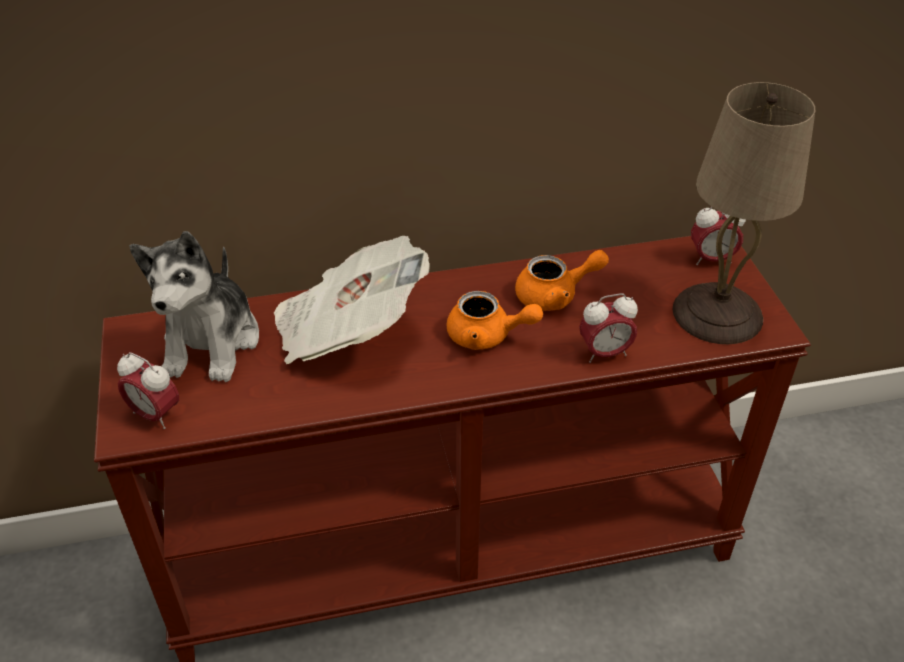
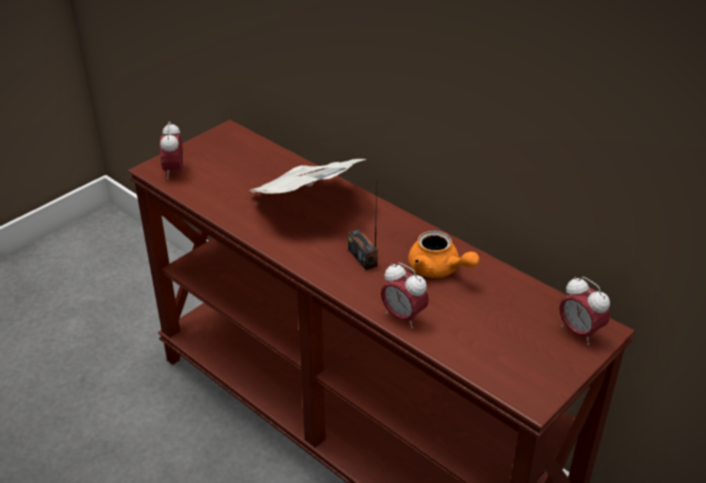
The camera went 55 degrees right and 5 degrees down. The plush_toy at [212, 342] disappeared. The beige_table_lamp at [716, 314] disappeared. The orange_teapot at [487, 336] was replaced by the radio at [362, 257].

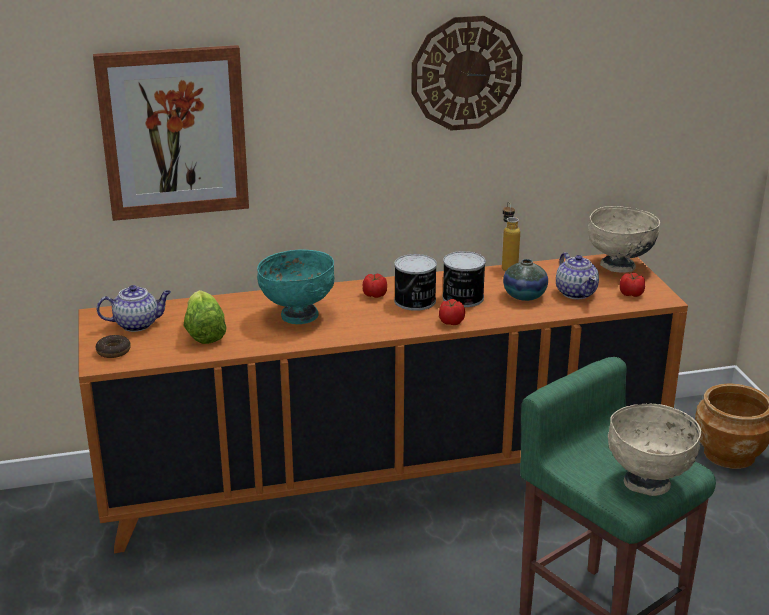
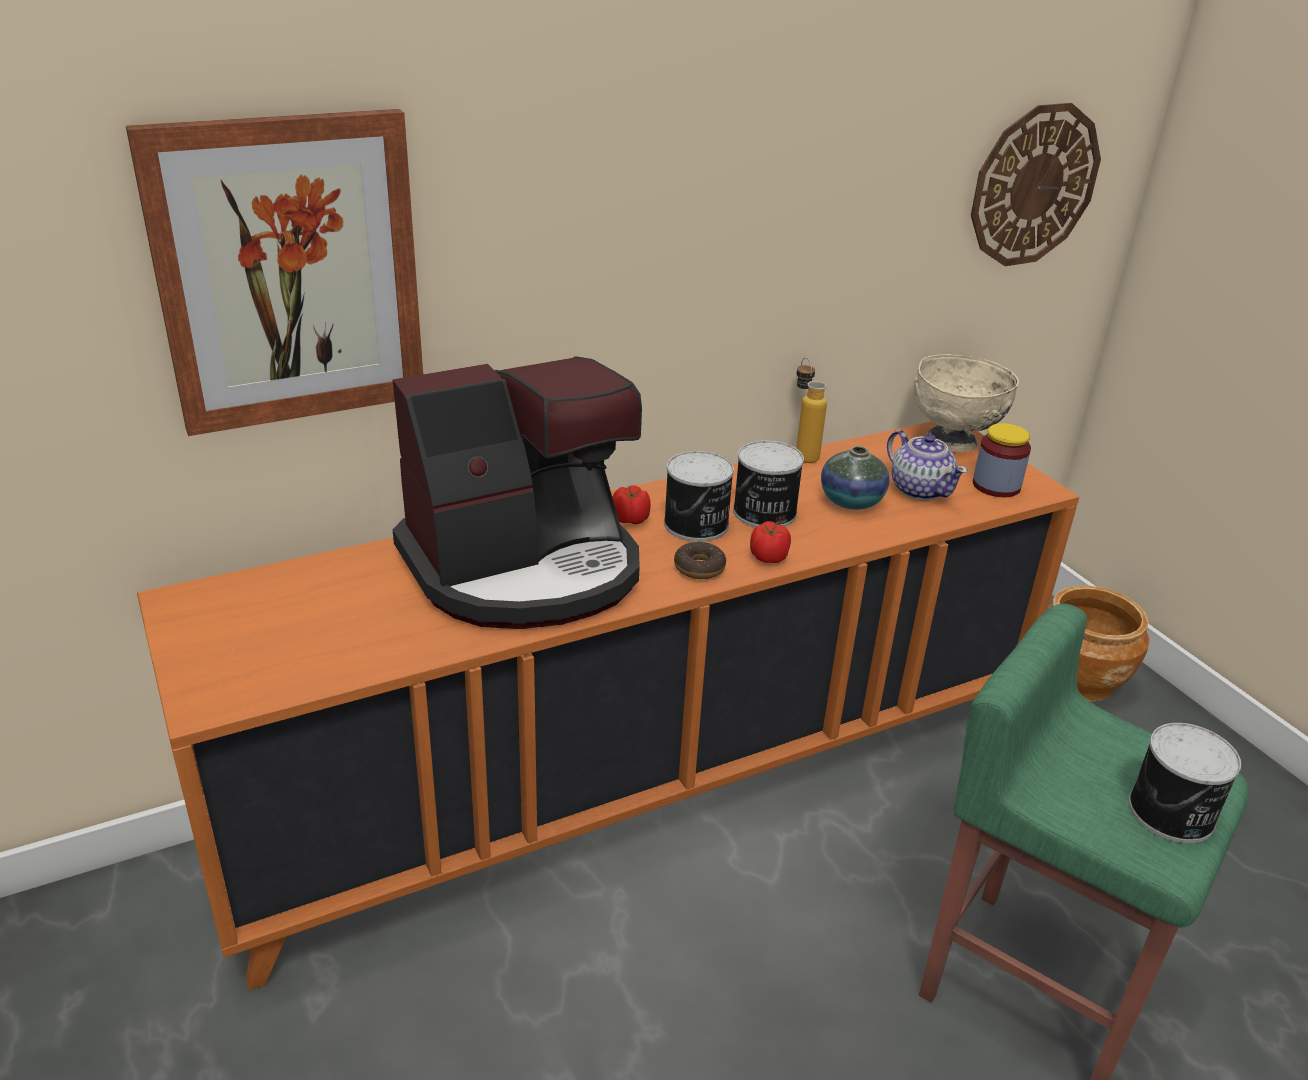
The camera went 15 degrees left and 5 degrees up. The teapot at [137, 324] disappeared. The lettuce at [204, 332] disappeared. The donut moved from [113, 351] to [699, 567]. The wall_clock moved from [466, 73] to [1034, 185]. The turquoise_bowl at [298, 315] was replaced by the coffee_machine at [525, 568]. The beige_bowl at [648, 484] was replaced by the can at [1172, 814]. The tomato at [631, 294] was replaced by the jar at [996, 486].

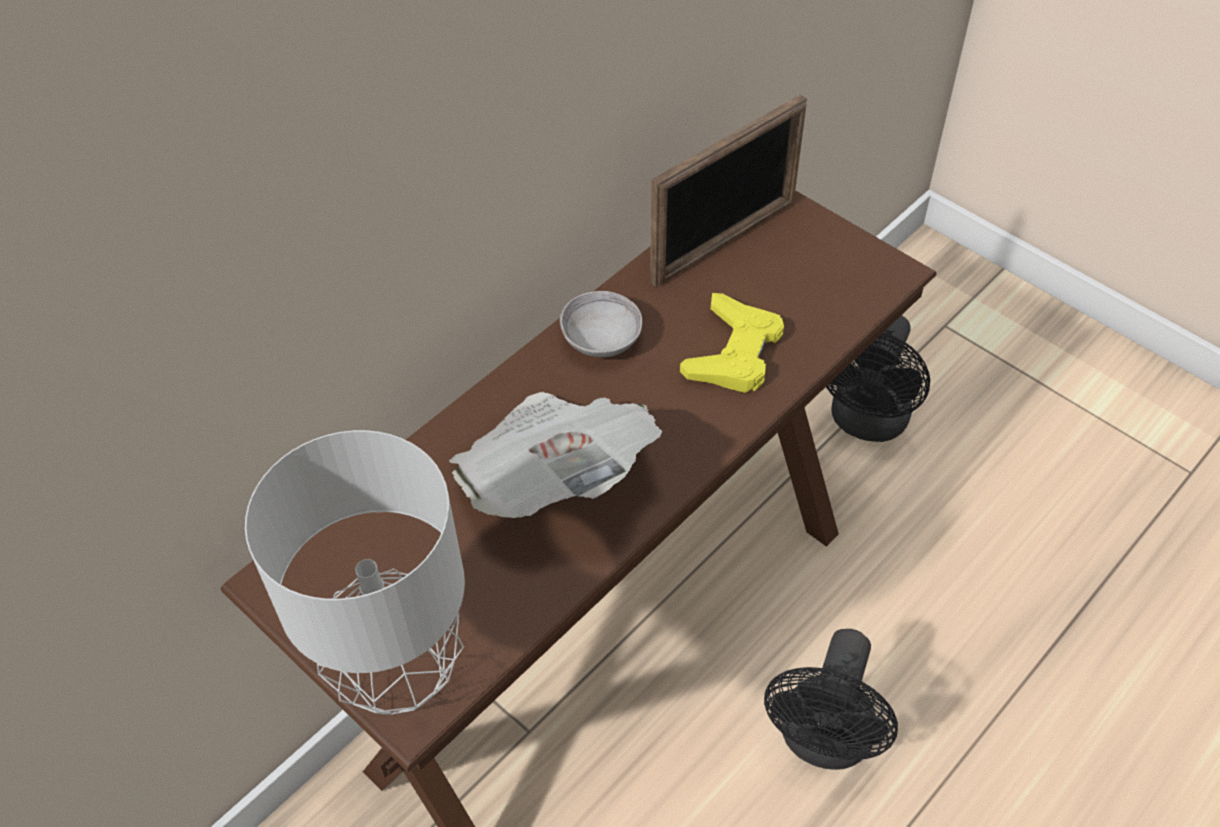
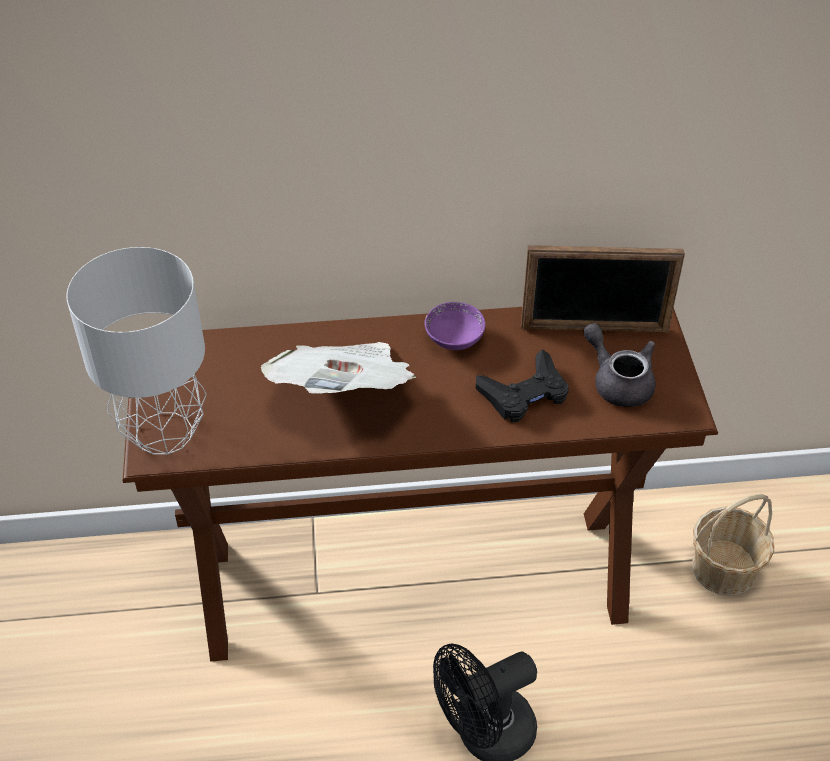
The camera went 40 degrees right and 5 degrees down. The grey_teapot at [618, 381] appeared. The black_fan at [866, 423] was replaced by the basket at [724, 569]. The grey_bowl at [601, 340] became the purple_bowl at [454, 338]. The yellow_game_controller at [734, 352] became the black_game_controller at [524, 394].

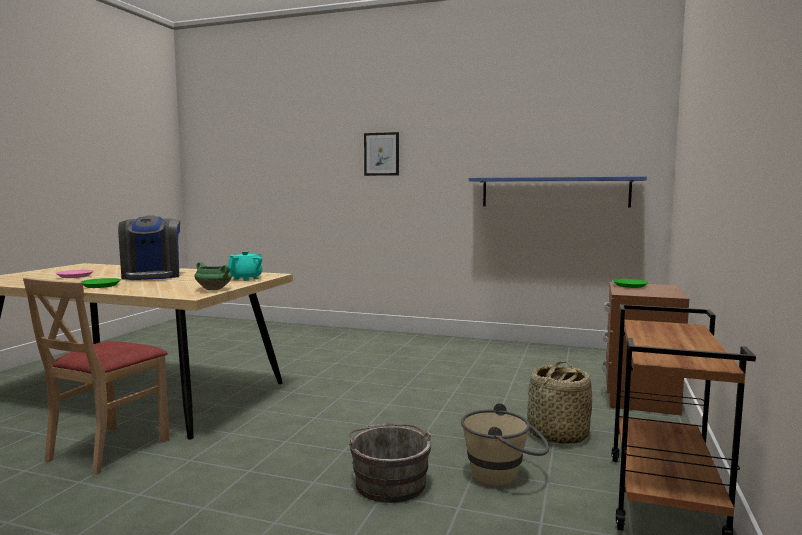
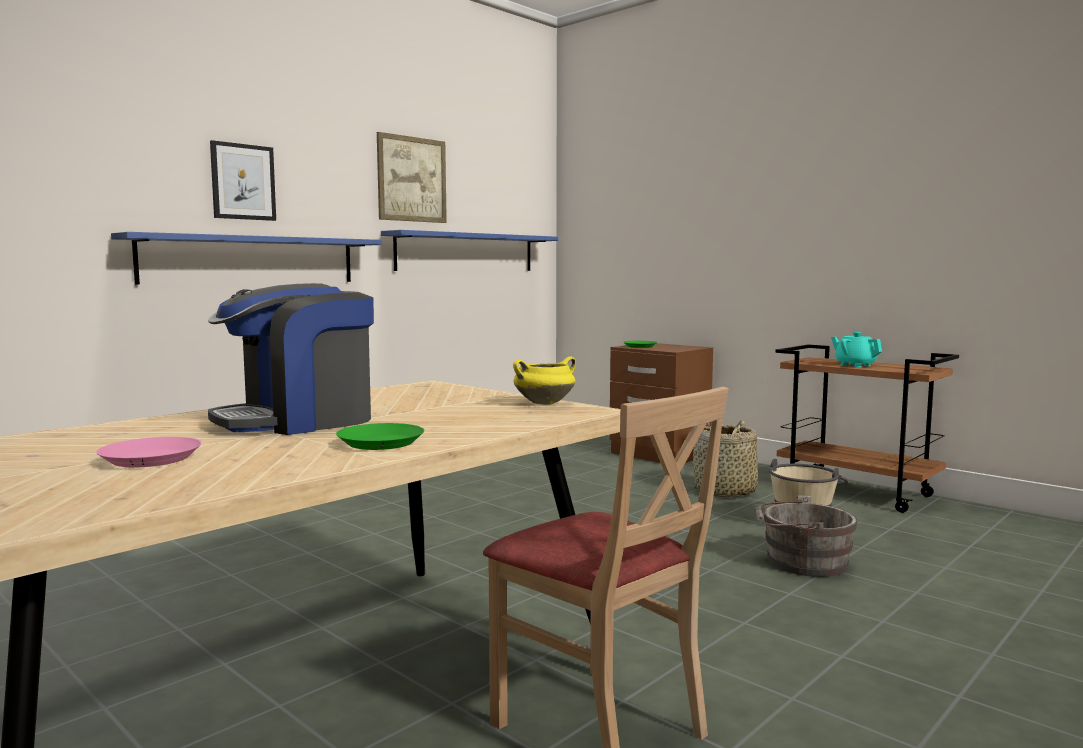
The camera went 65 degrees left and 0 degrees up. The blue_shelf at [252, 260] appeared. The picture at [412, 179] appeared. The turquoise_teapot moved from [246, 278] to [855, 365]. The green_cooking_pot at [214, 289] became the yellow_cooking_pot at [544, 403]. The coffee_machine at [152, 276] turned 135 degrees clockwise.

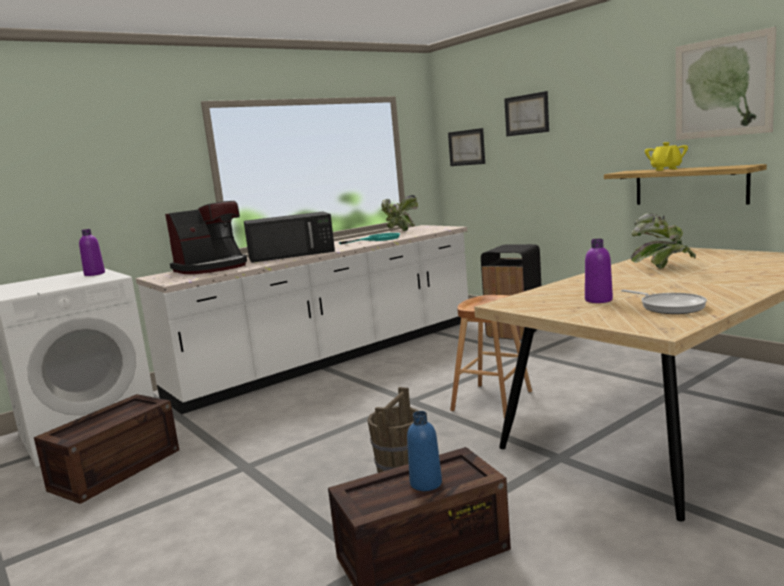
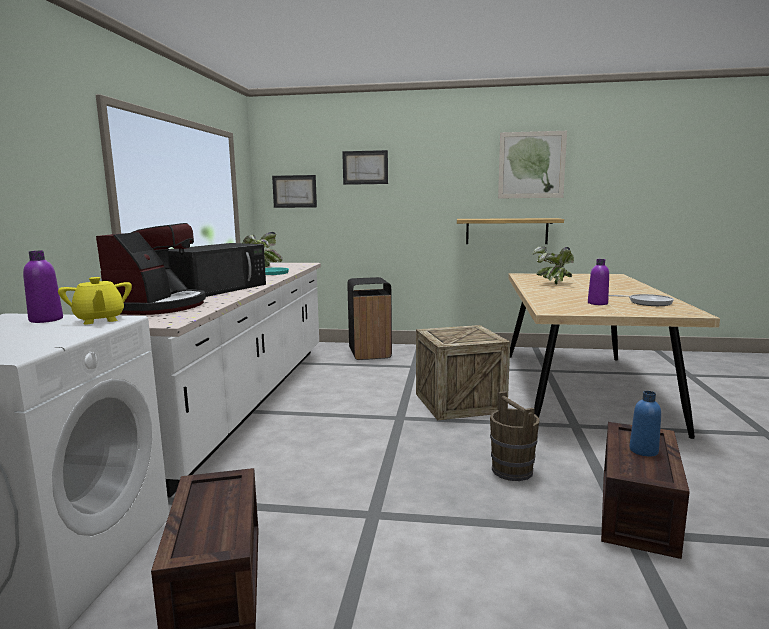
The camera went 45 degrees left and 0 degrees up. The yellow_teapot moved from [666, 169] to [99, 320]. The brown_stool at [492, 401] was replaced by the crate at [459, 403].

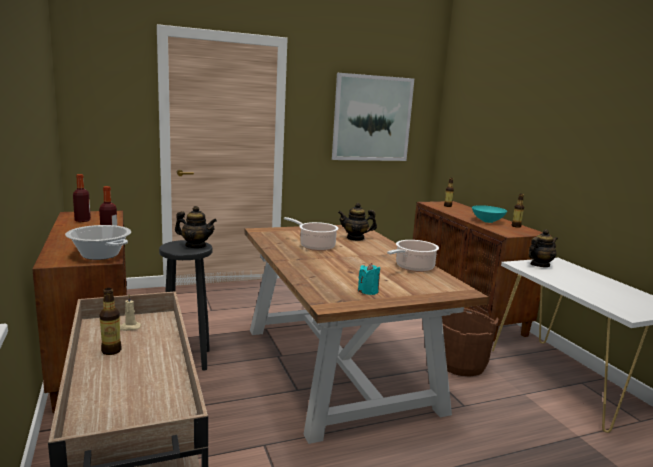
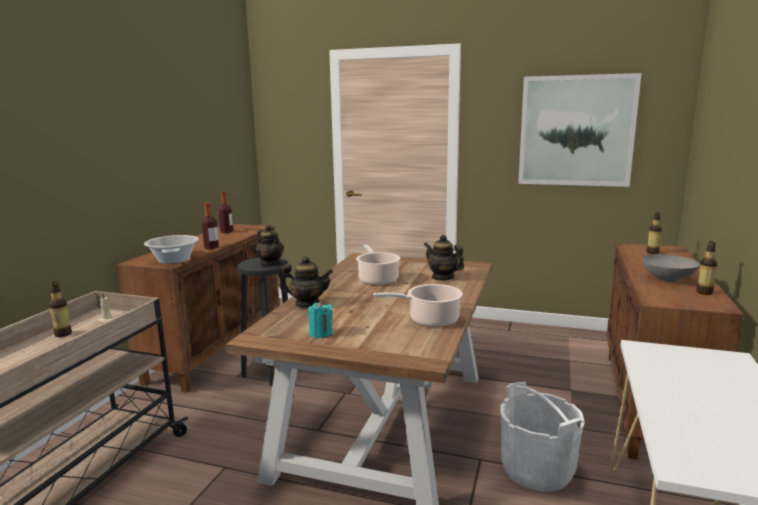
The camera went 40 degrees right and 0 degrees up. The teapot moved from [539, 265] to [307, 304]. The brown_bucket at [460, 364] became the white_bucket at [537, 469]. The turquoise_bowl at [487, 221] became the grey_bowl at [666, 279].

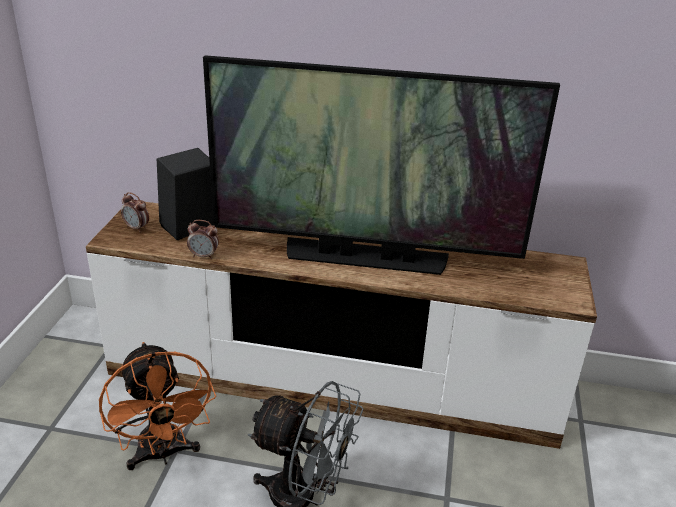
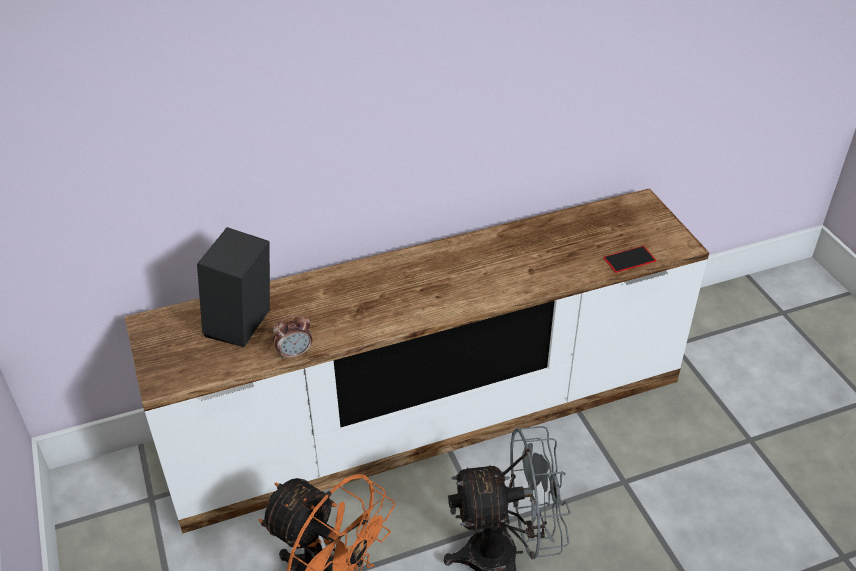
The camera went 30 degrees left and 10 degrees up. The alarm_clock at [137, 228] disappeared. The television at [365, 257] disappeared. The phone at [629, 259] appeared.

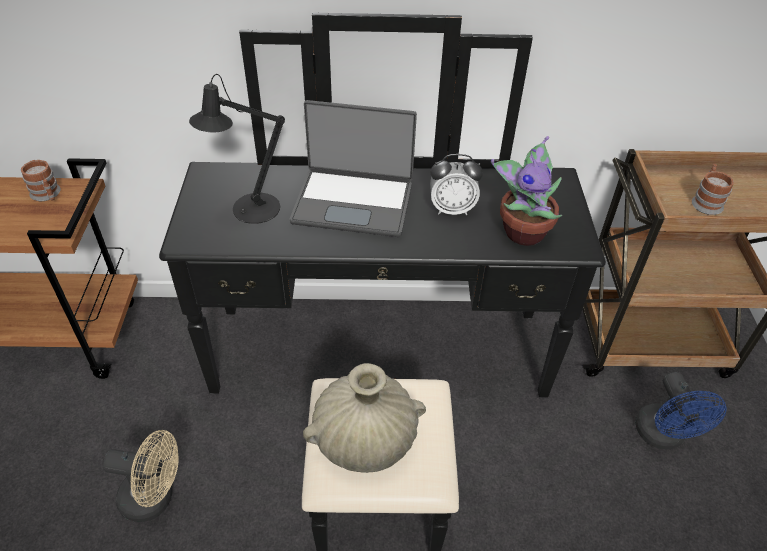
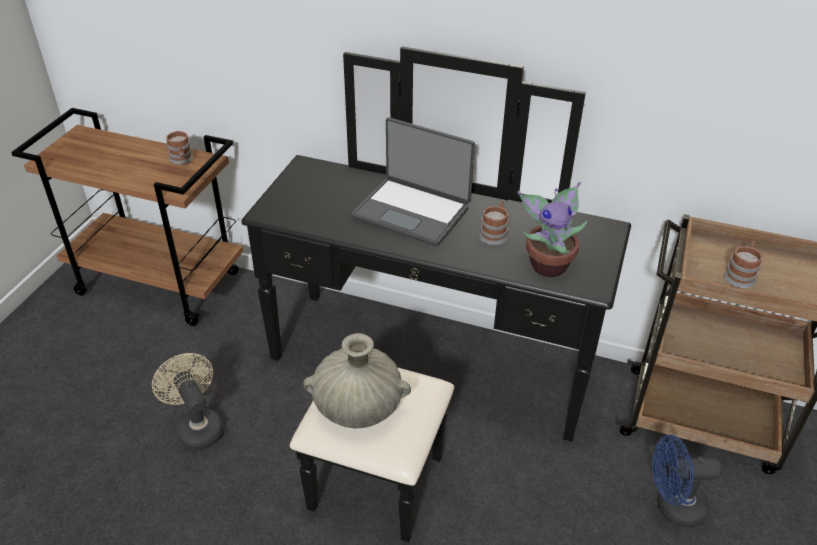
The camera went 20 degrees right and 5 degrees down. The black_table_lamp at [250, 211] disappeared. The alarm_clock at [452, 209] was replaced by the mug at [494, 234]. The beige_fan at [155, 498] turned 150 degrees counterclockwise. The blue_fan at [663, 437] turned 75 degrees clockwise.

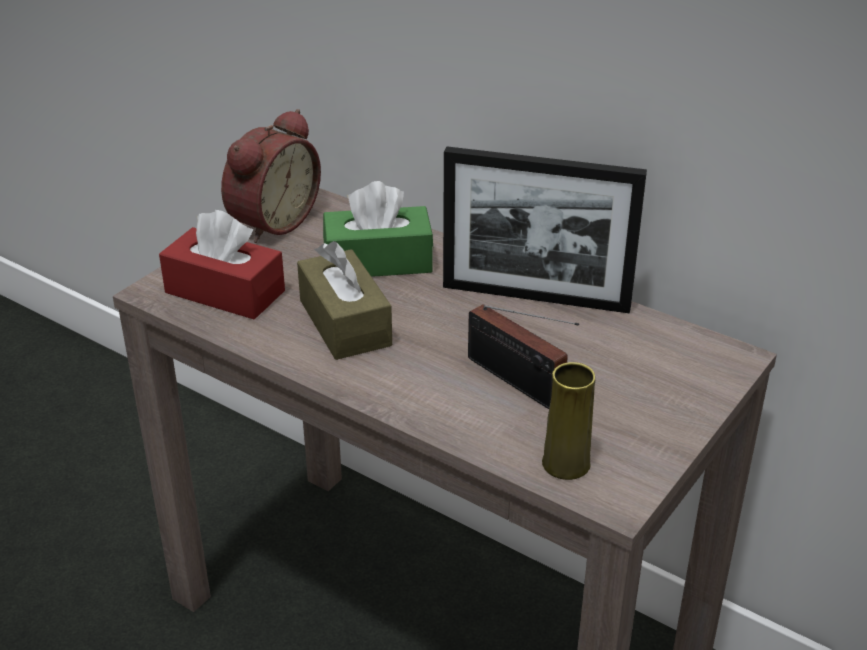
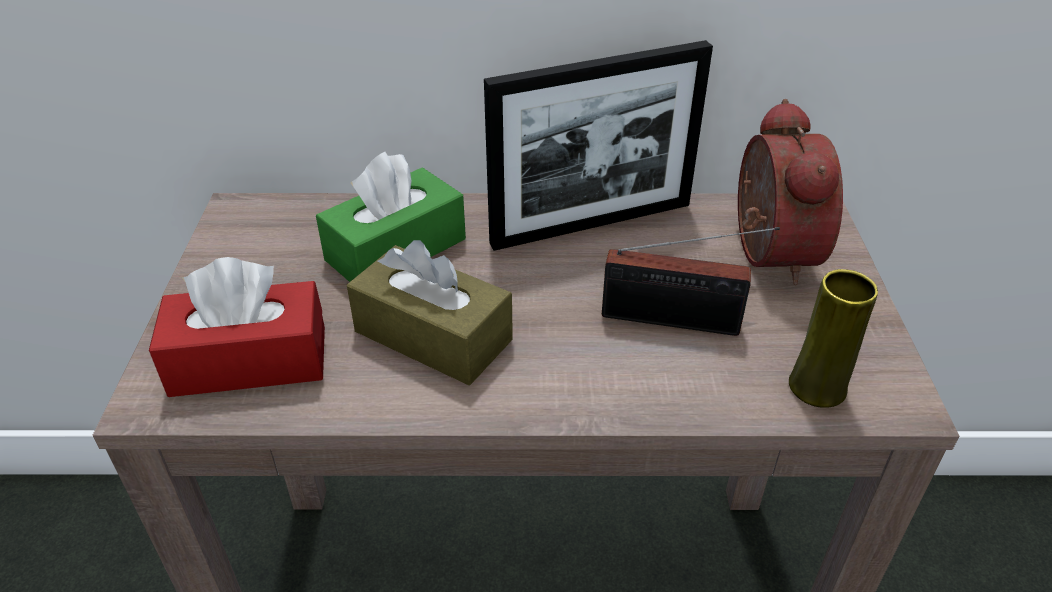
The camera went 35 degrees left and 5 degrees up. The alarm_clock moved from [270, 222] to [765, 253].

